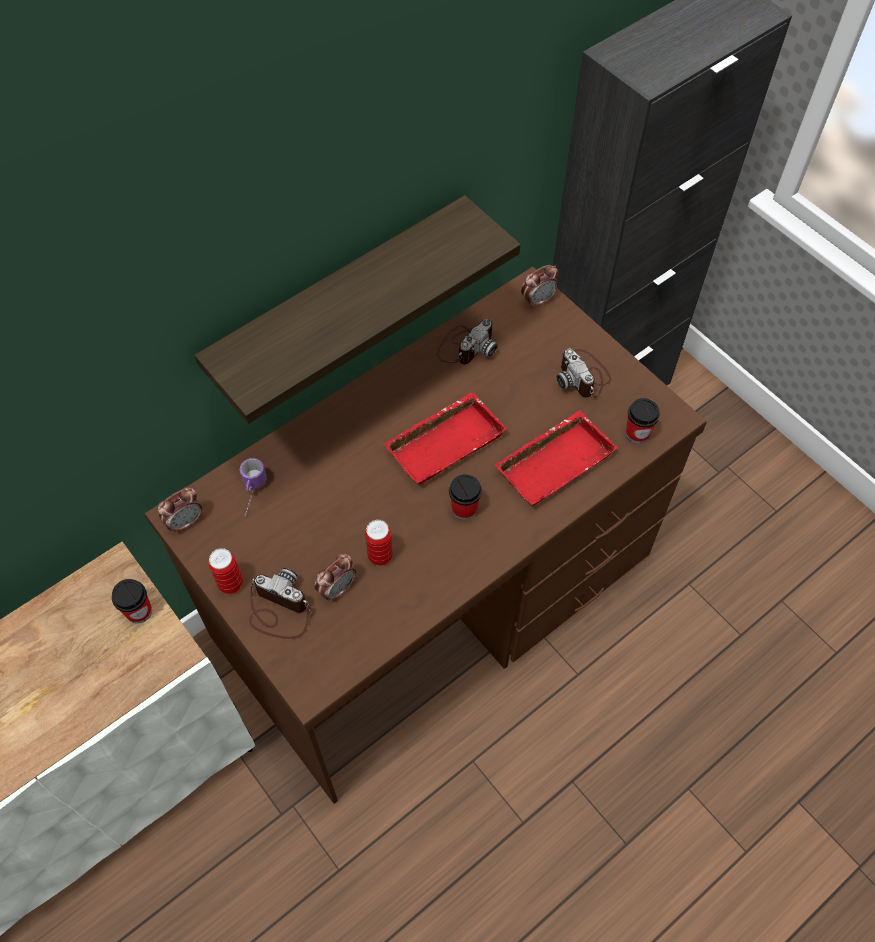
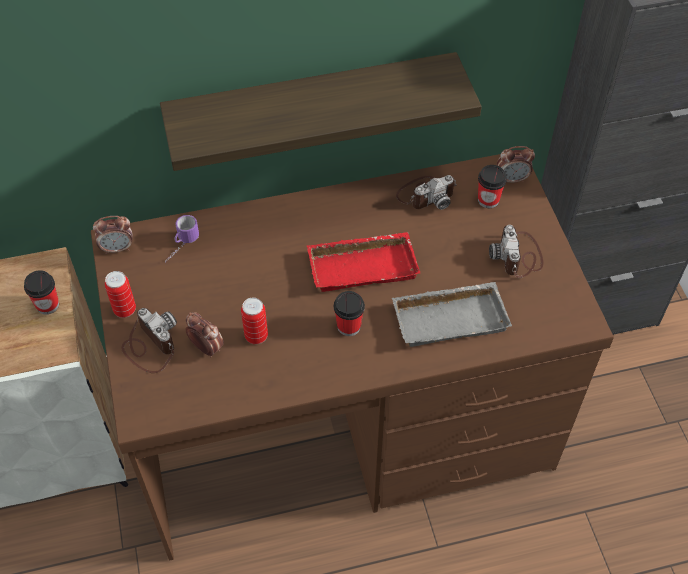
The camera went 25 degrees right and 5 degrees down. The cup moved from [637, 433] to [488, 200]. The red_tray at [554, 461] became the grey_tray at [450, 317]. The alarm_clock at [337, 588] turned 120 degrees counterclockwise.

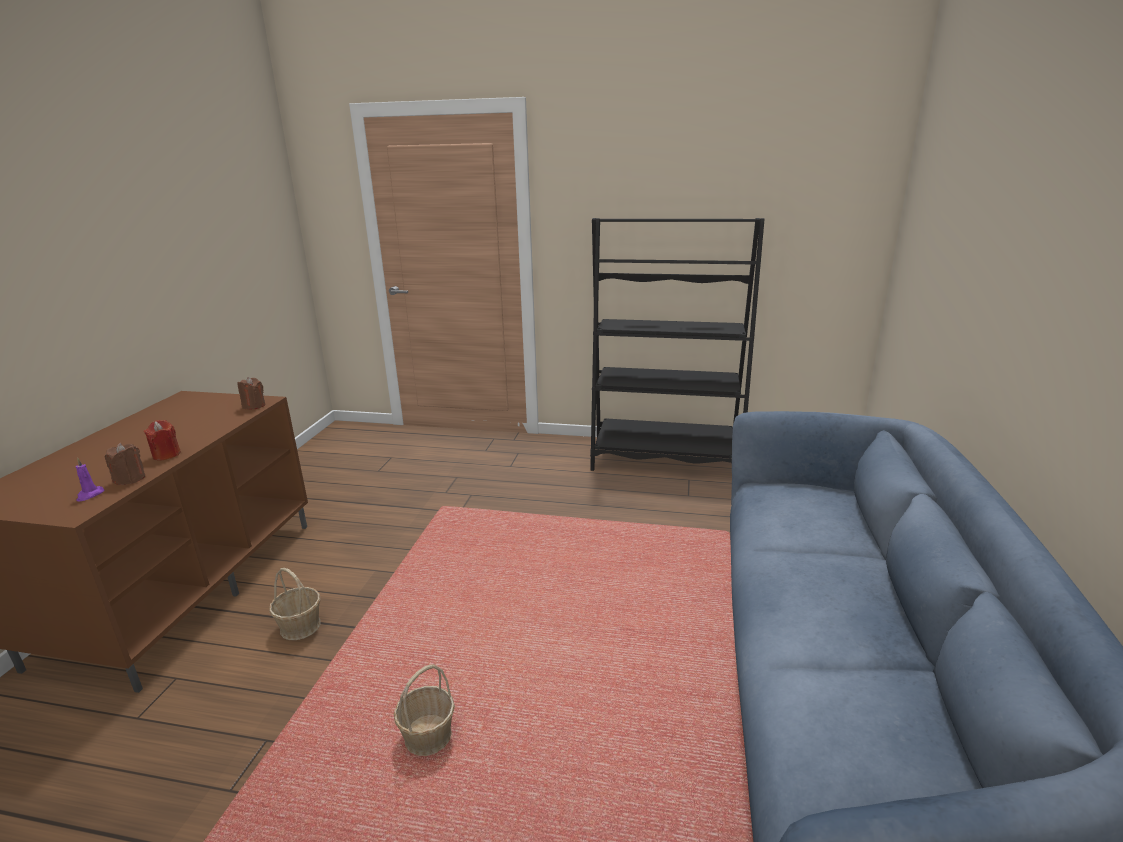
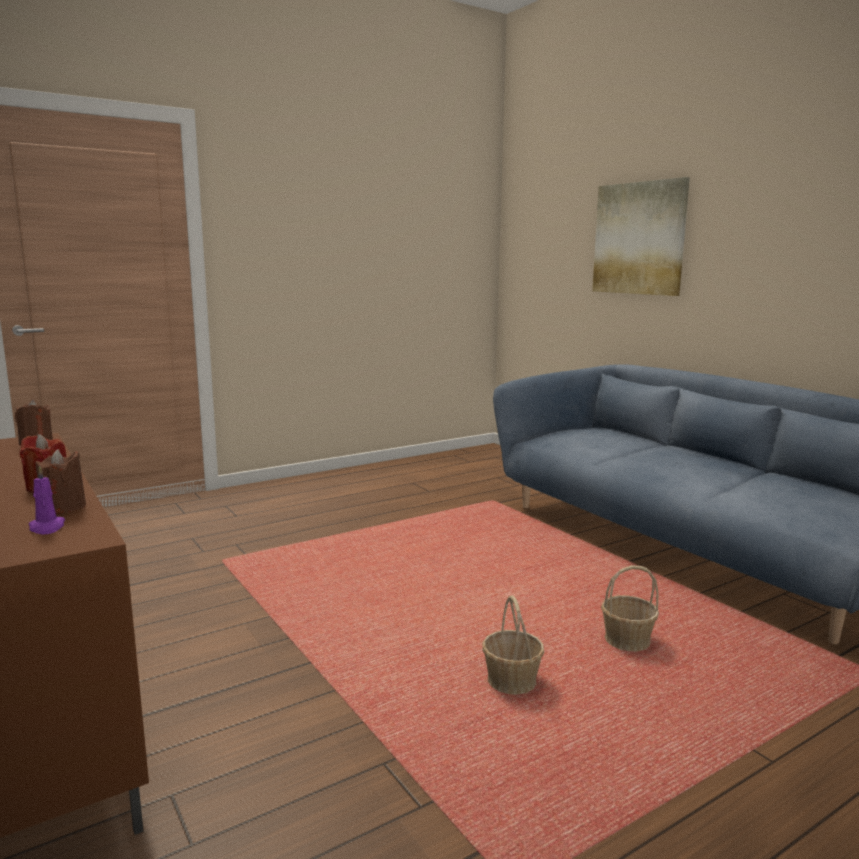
The camera went 45 degrees left and 10 degrees down. The black_bookcase at [664, 459] disappeared. The picture at [639, 238] appeared. The basket moved from [300, 626] to [626, 641].

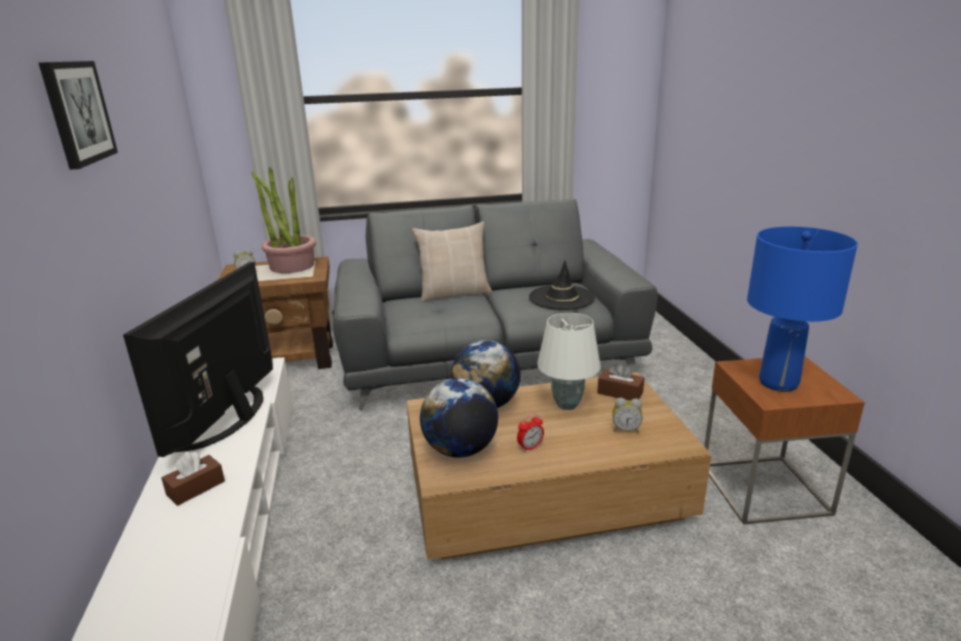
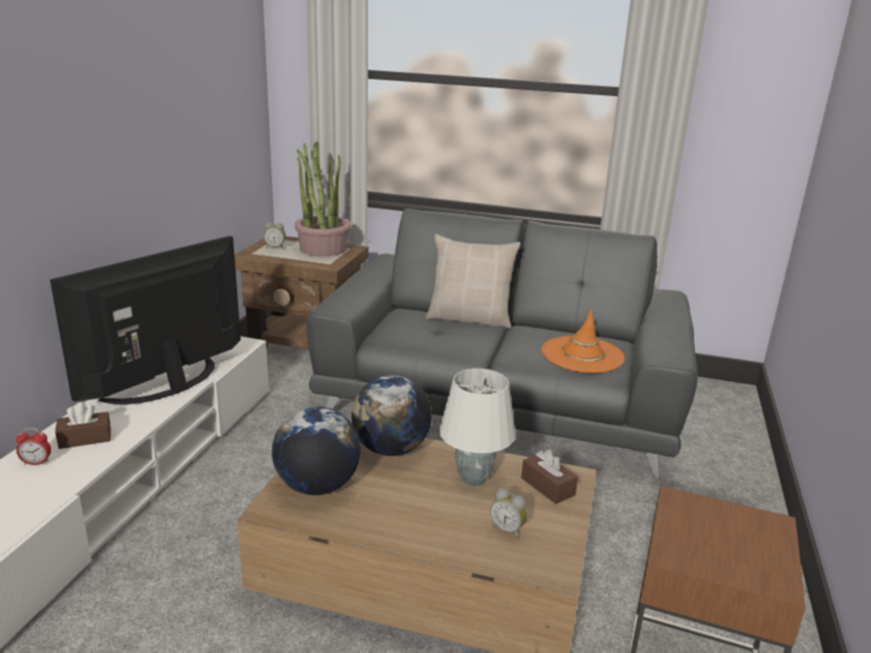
The camera went 25 degrees right and 0 degrees up. The picture at [77, 112] disappeared. The blue_table_lamp at [779, 383] disappeared. The alarm_clock moved from [530, 447] to [36, 463]. The black_hat at [561, 298] became the orange_hat at [582, 355].

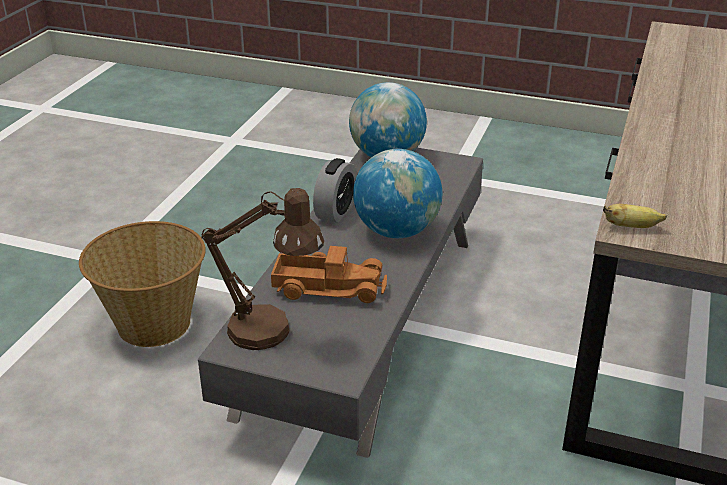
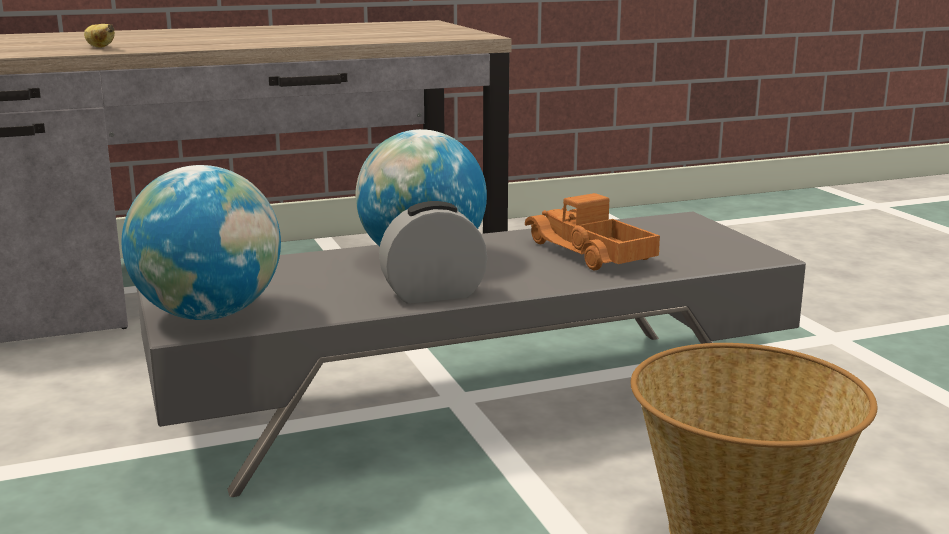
The camera went 130 degrees left and 15 degrees down. The brown_table_lamp at [272, 333] disappeared. The banana moved from [631, 227] to [100, 47].

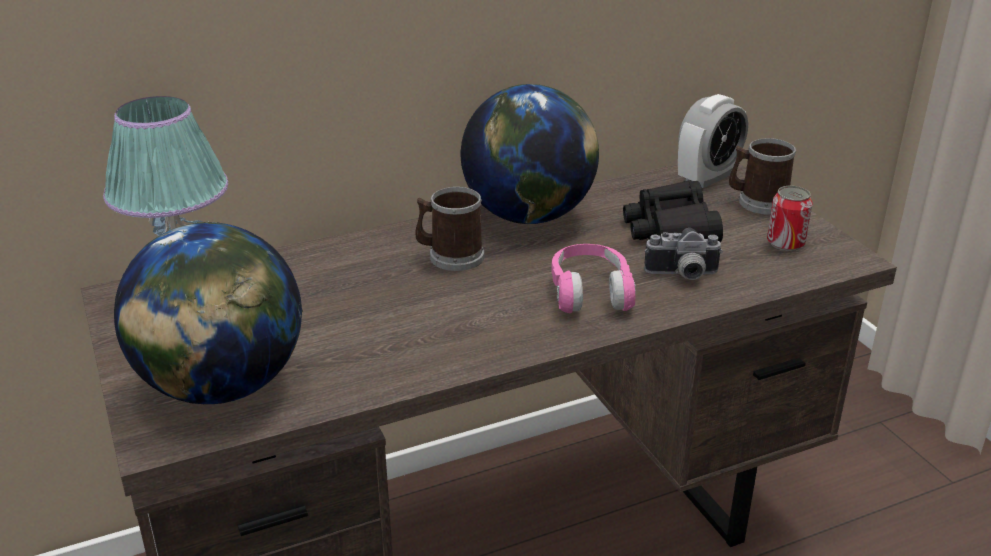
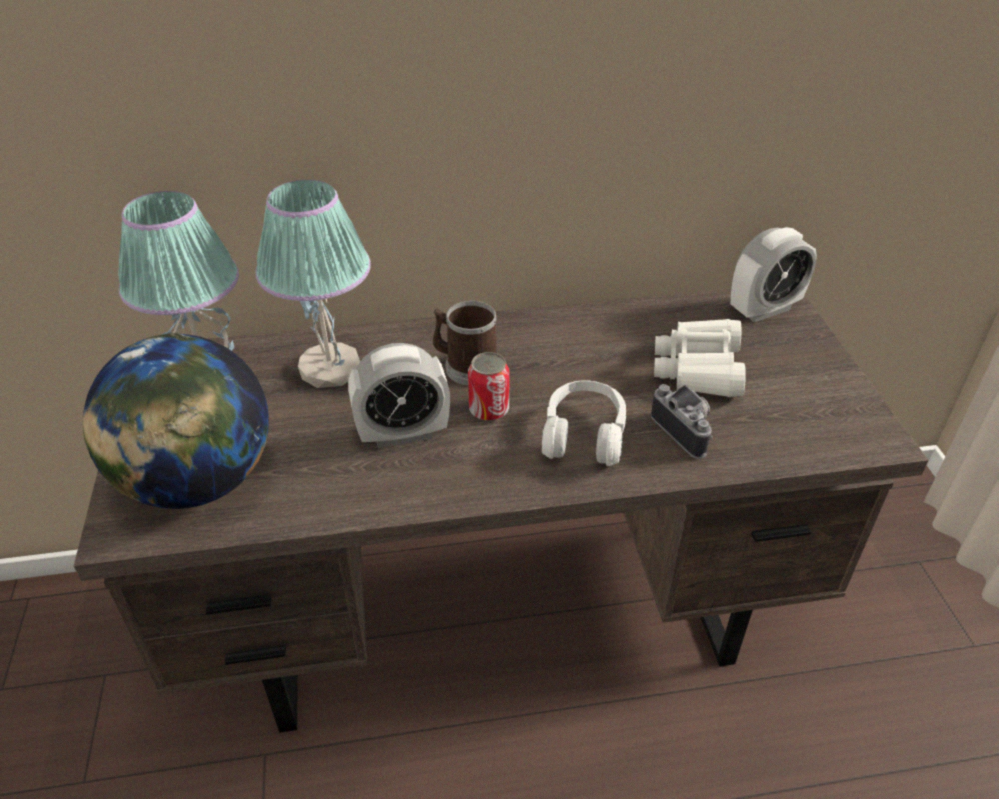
The camera went 15 degrees right and 10 degrees up. The globe at [529, 217] disappeared. The mug at [757, 202] disappeared. The table_lamp at [331, 368] appeared. The alarm_clock at [403, 433] appeared. The can moved from [785, 243] to [489, 410]. The pink_headphones at [590, 292] became the white_headphones at [584, 435]. The black_binoculars at [670, 228] became the white_binoculars at [699, 368]. The photo_camera at [682, 275] turned 135 degrees counterclockwise.

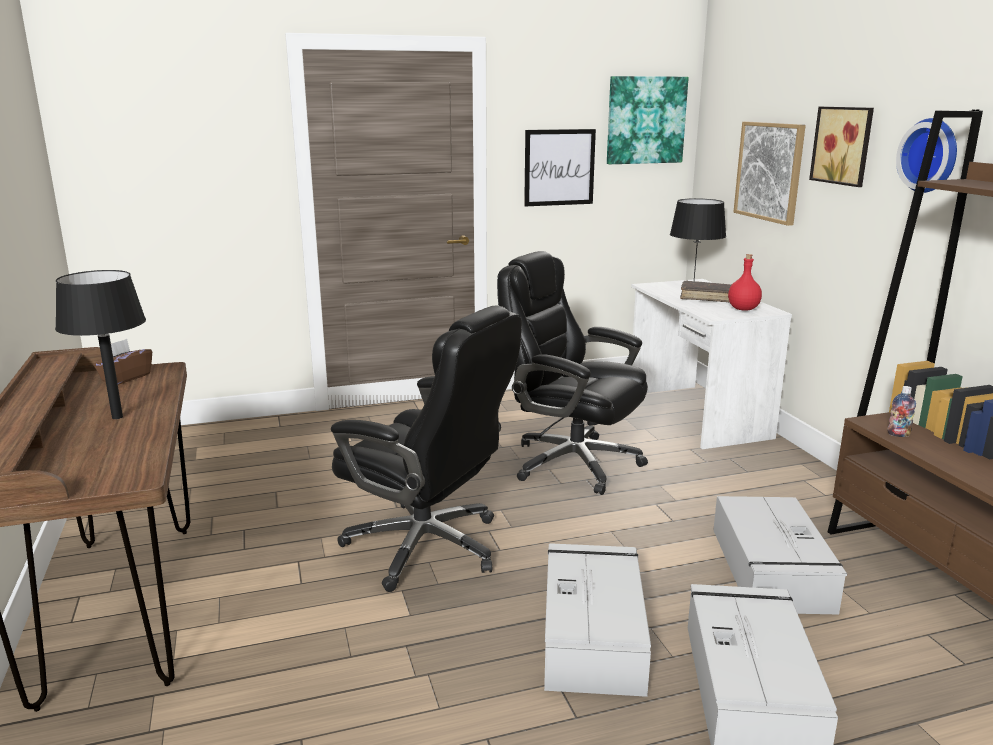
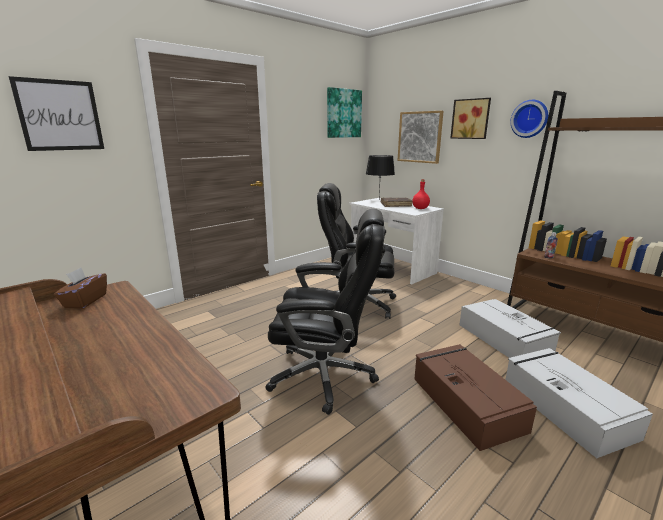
The camera went 25 degrees left and 0 degrees up. The black_table_lamp at [117, 417] disappeared. The picture moved from [559, 167] to [60, 115]. The grey_storage_box at [592, 632] became the brown_storage_box at [465, 402].

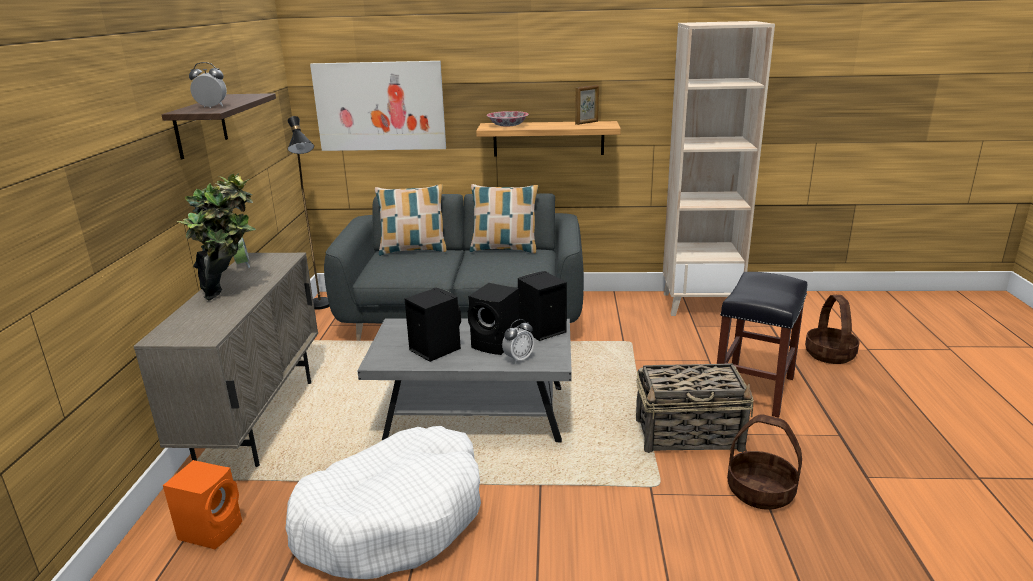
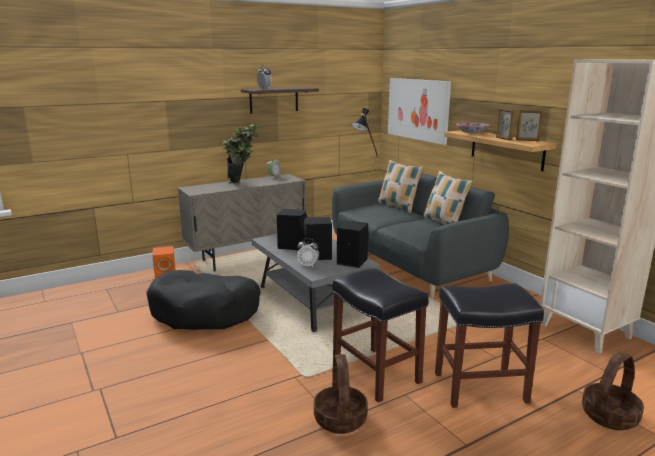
The camera went 55 degrees right and 5 degrees down. The picture_frame at [503, 139] appeared. The basket at [689, 435] was replaced by the black_stool at [377, 374]. The white_dog_bed at [393, 518] became the black_dog_bed at [205, 312].

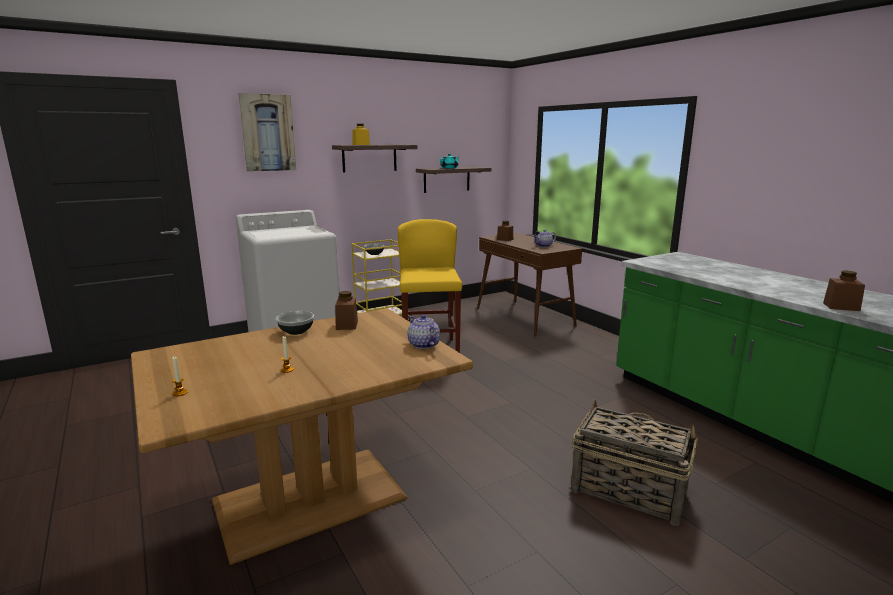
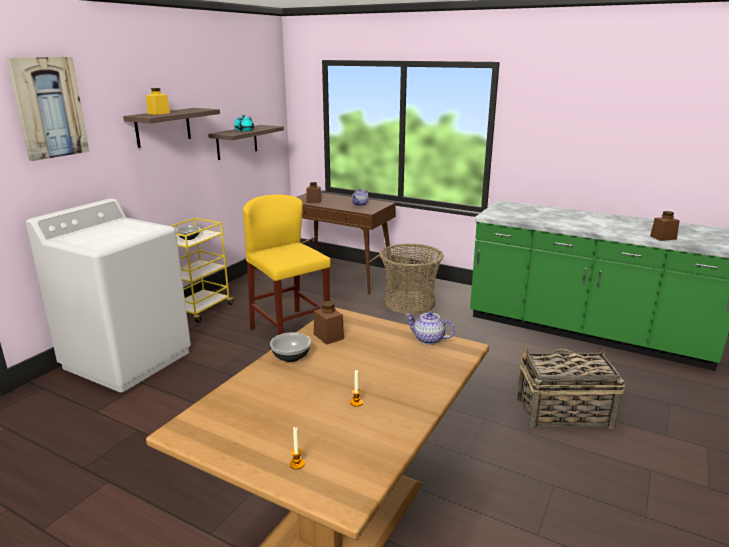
The camera went 30 degrees left and 5 degrees up. The basket at [409, 303] appeared.

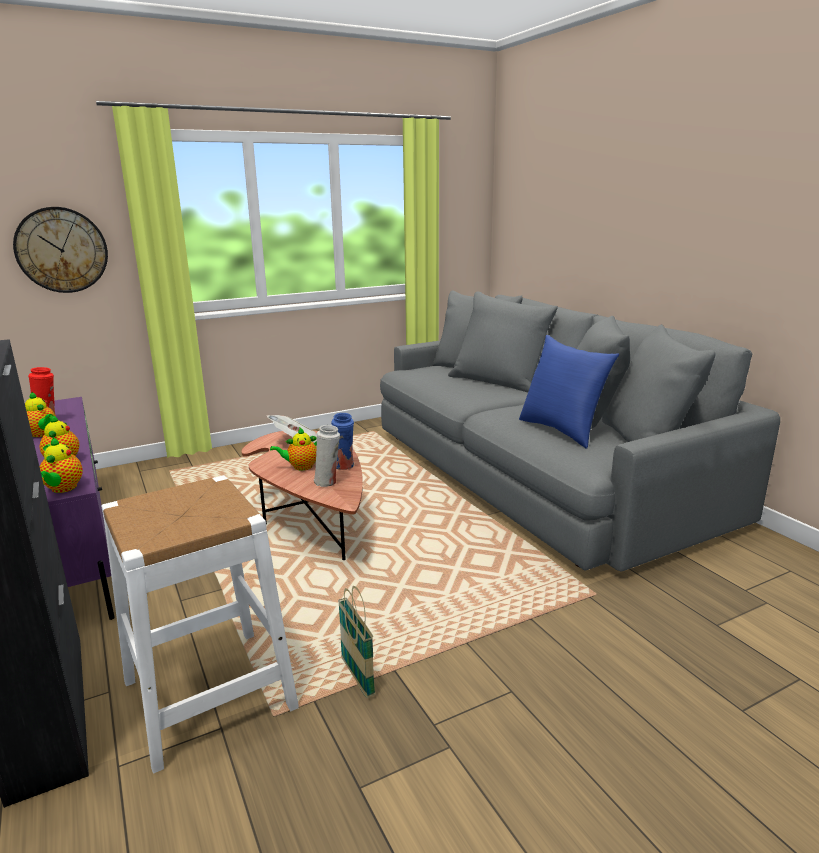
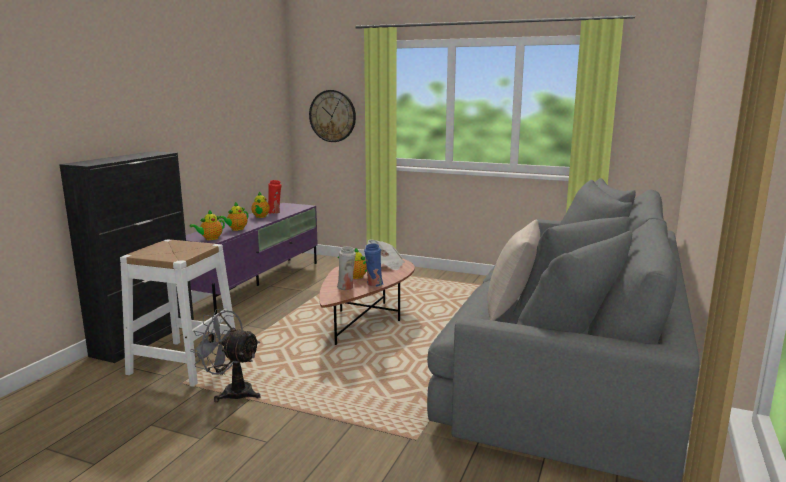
The camera went 50 degrees right and 5 degrees down. The basket at [357, 678] was replaced by the grey_fan at [232, 392]. The blue_pillow at [562, 430] became the beige_pillow at [512, 308].

